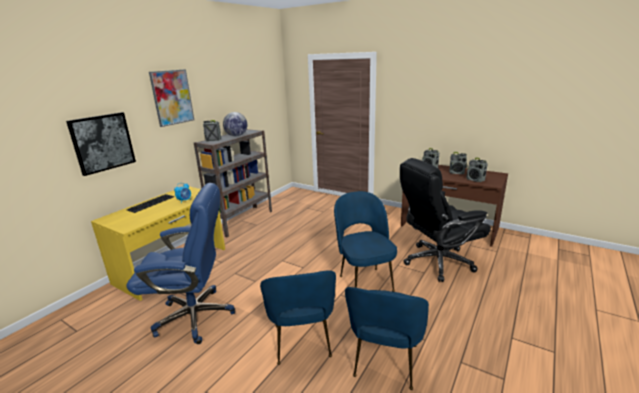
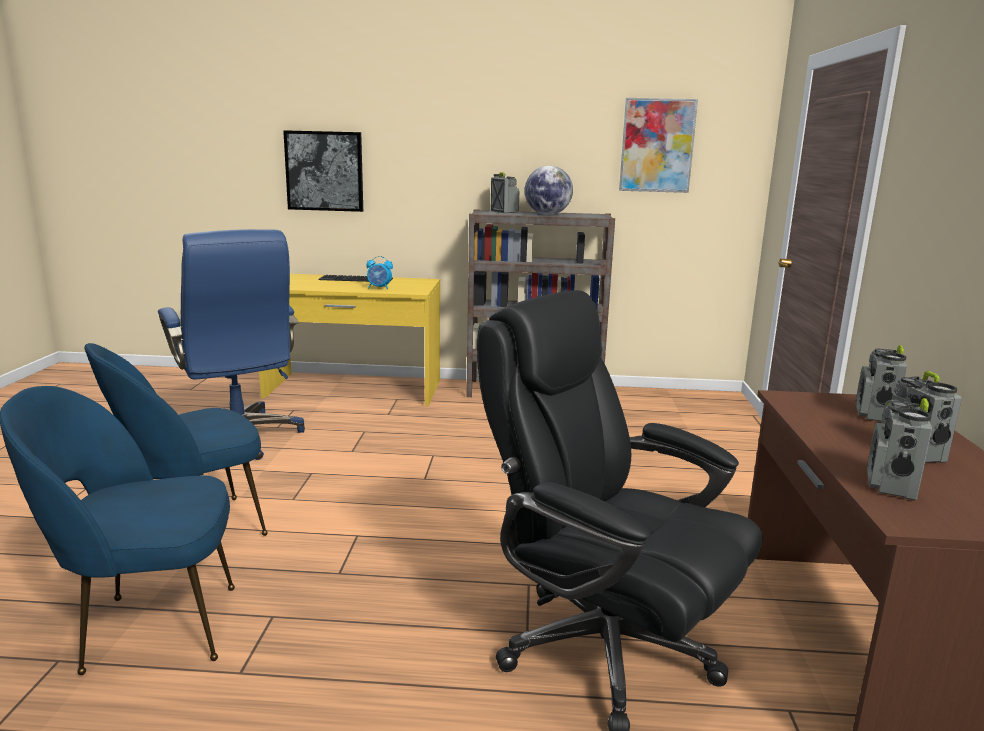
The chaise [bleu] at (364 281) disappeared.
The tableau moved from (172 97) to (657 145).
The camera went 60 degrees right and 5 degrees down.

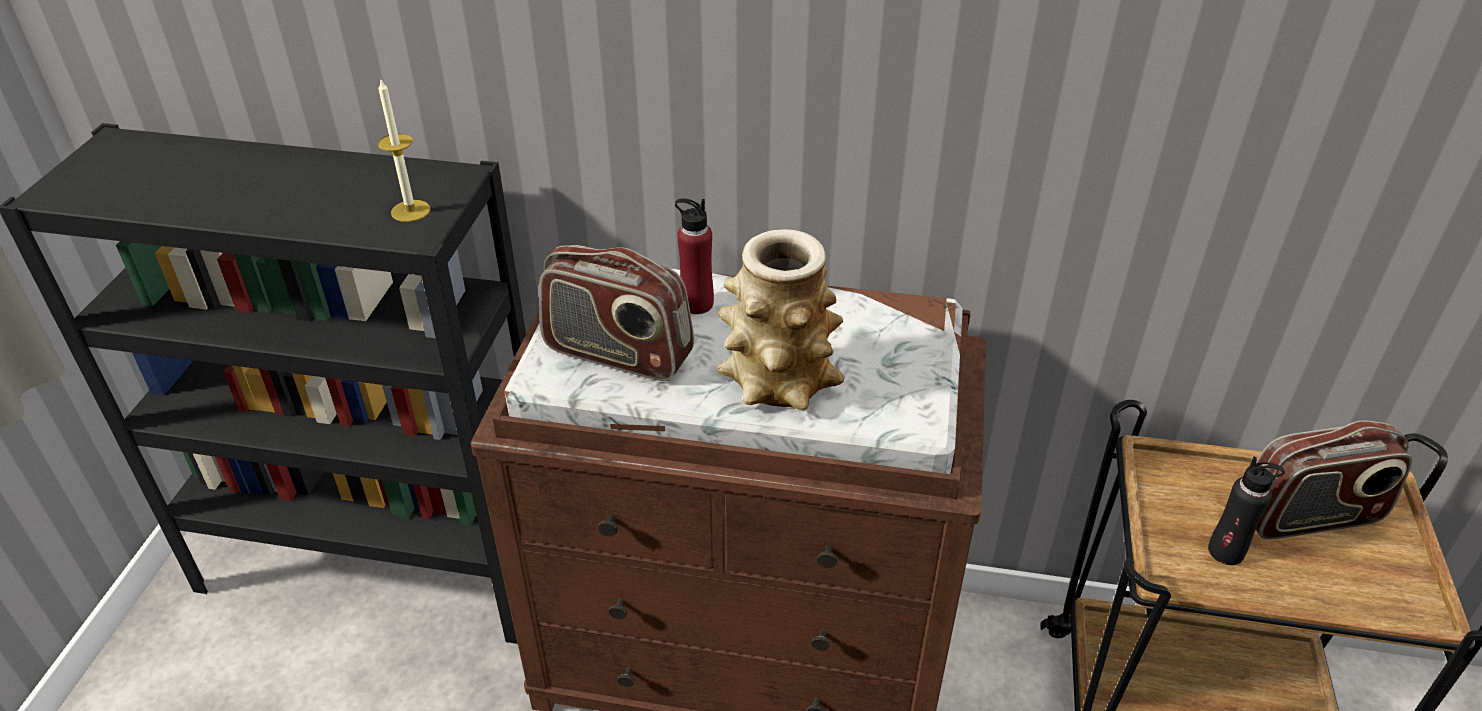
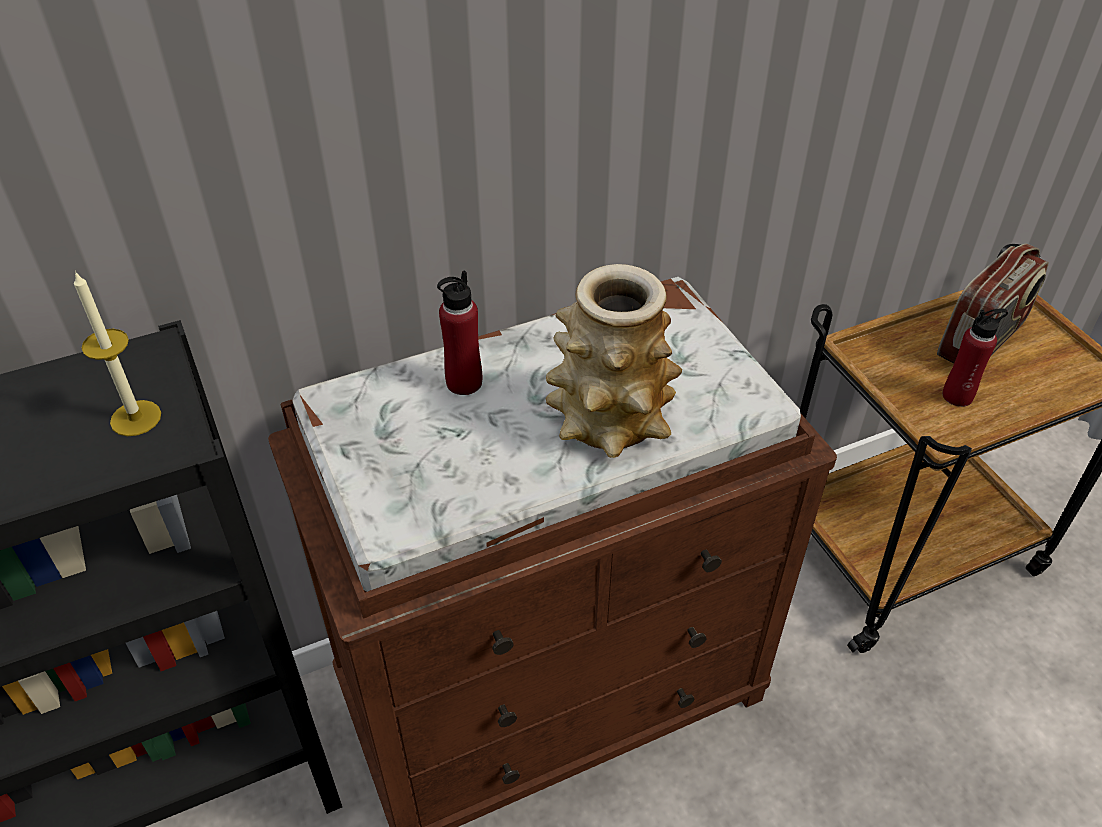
The radio at (617 353) disappeared.
The bouteille [noir] at (1226 551) became the bouteille [rouge] at (957 396).
The camera went 35 degrees left and 5 degrees up.

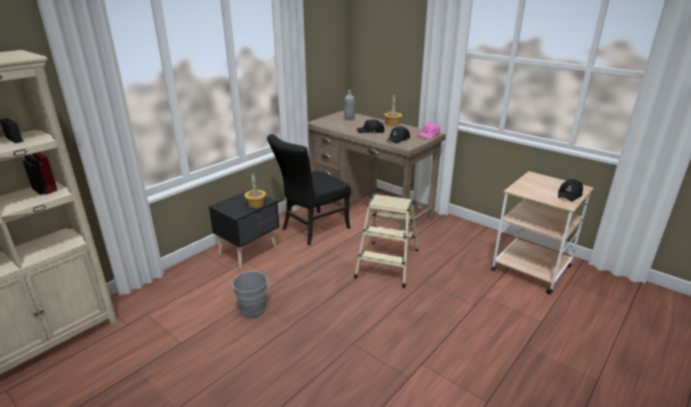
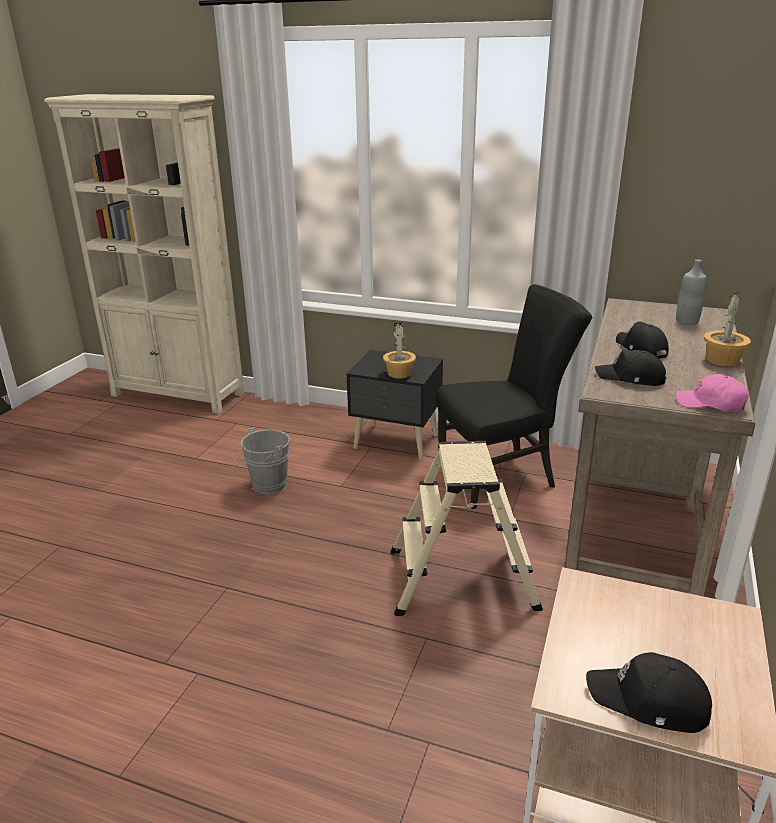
The chaise [noir] at (312 229) turned 135 degrees clockwise.
The camera went 70 degrees right and 0 degrees up.

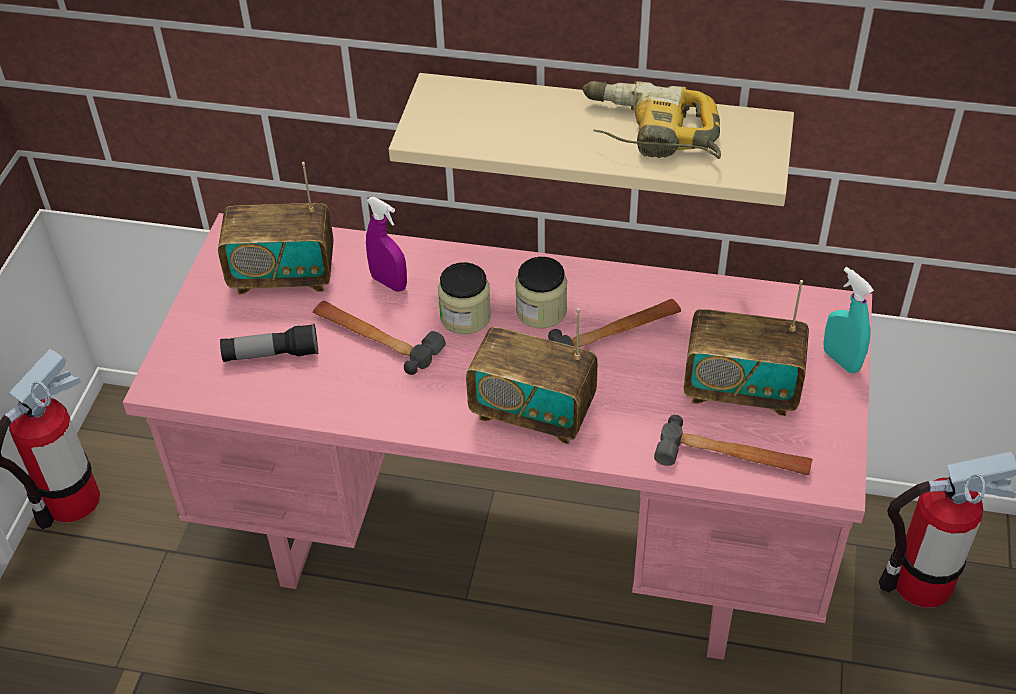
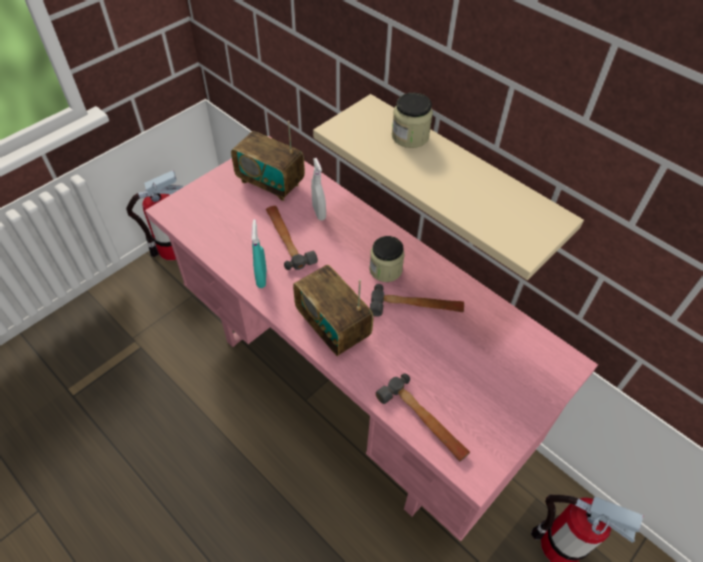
The lampe de poche at (271 355) disappeared.
The perceuse at (649 133) disappeared.
The radio at (741 390) disappeared.
The bocal moved from (465 317) to (410 136).
The vaporisateur [turquoise] moved from (841 360) to (261 278).
The vaporisateur [violet] at (389 282) became the vaporisateur [blanc] at (319 212).
The camera went 30 degrees right and 5 degrees up.

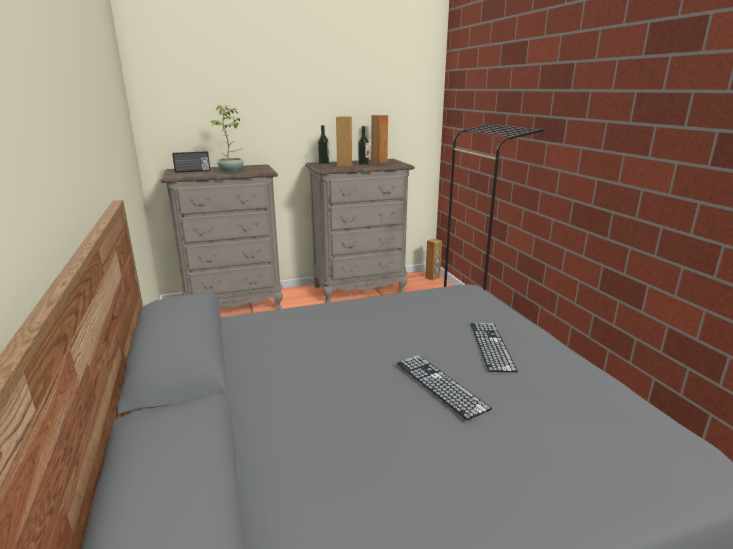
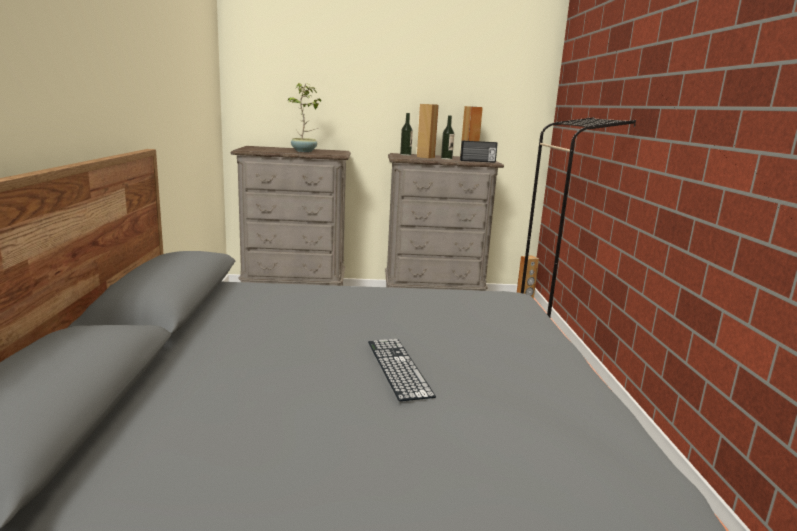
The clavier at (491 346) disappeared.
The radio moved from (192 171) to (477 161).
The camera went 15 degrees right and 5 degrees down.

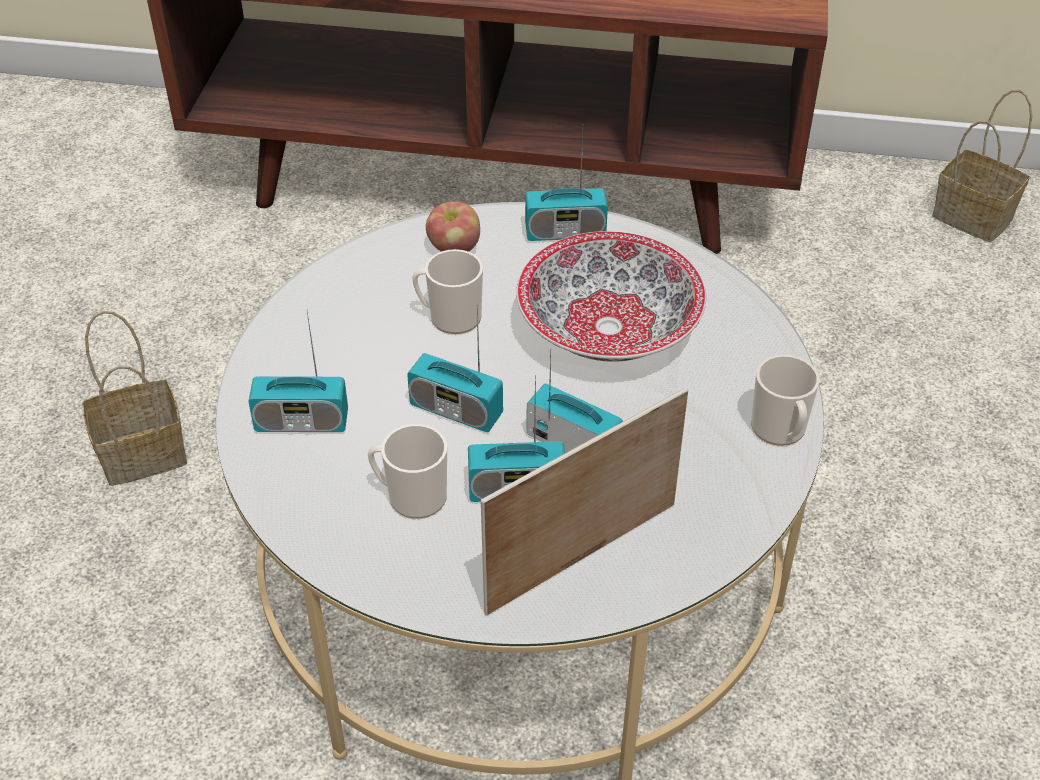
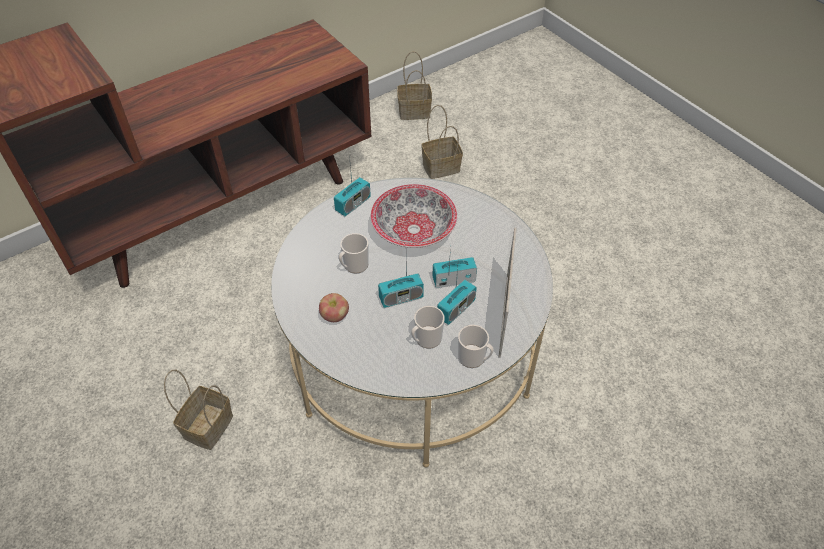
The radio at (302 422) disappeared.
The panier at (442 167) appeared.
The pomme moved from (454 248) to (335 316).
The mug moved from (780 431) to (474 358).
The camera went 45 degrees left and 5 degrees up.

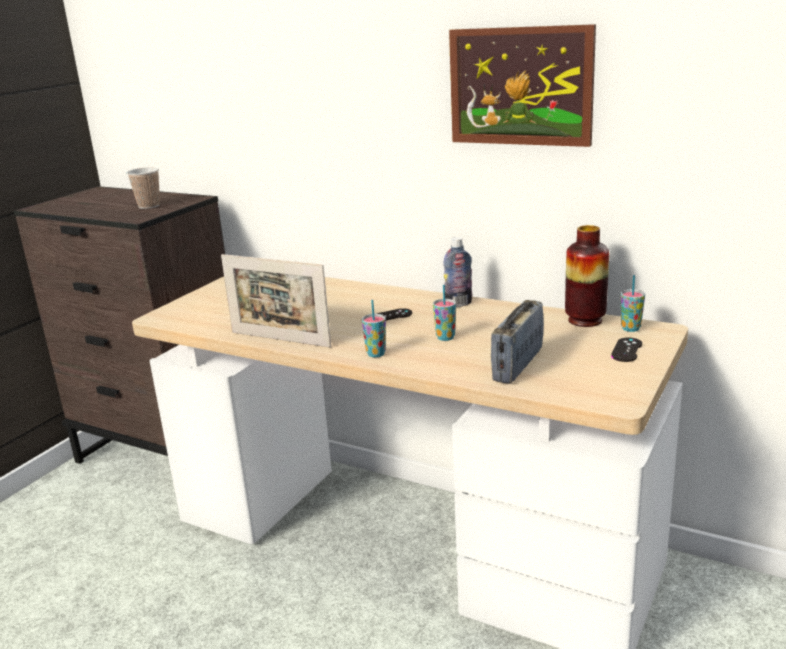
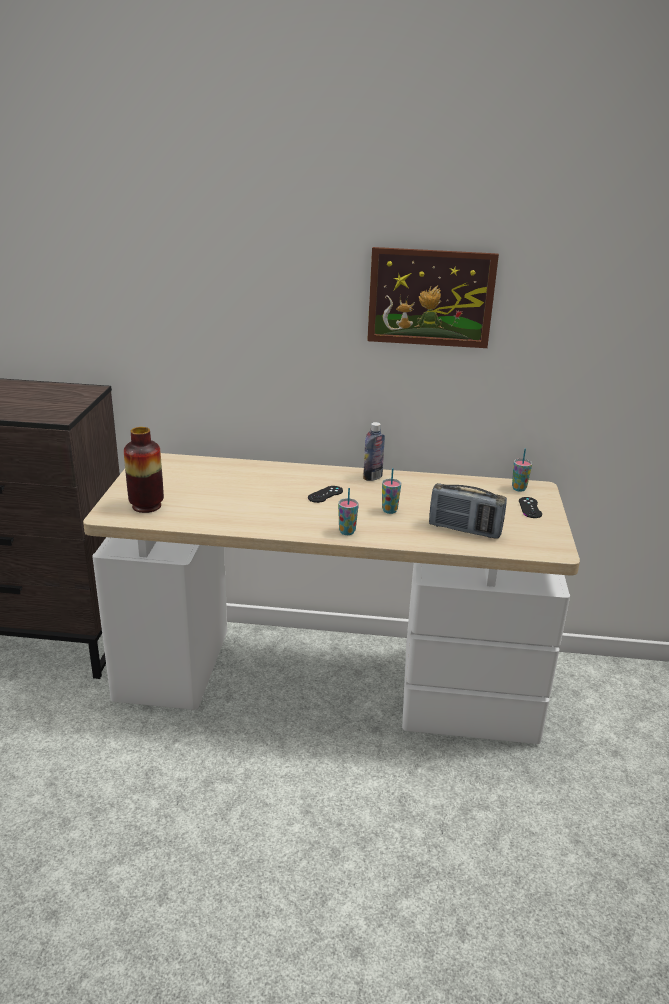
The tasse at (149 206) disappeared.
The cadre photo at (280 339) disappeared.
The vase moved from (585 320) to (146 506).
The radio at (517 365) turned 75 degrees counterclockwise.
The camera went 25 degrees left and 5 degrees up.

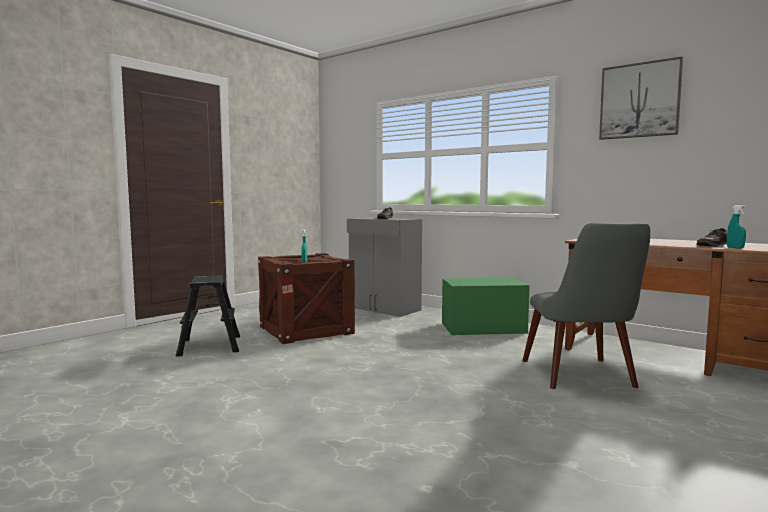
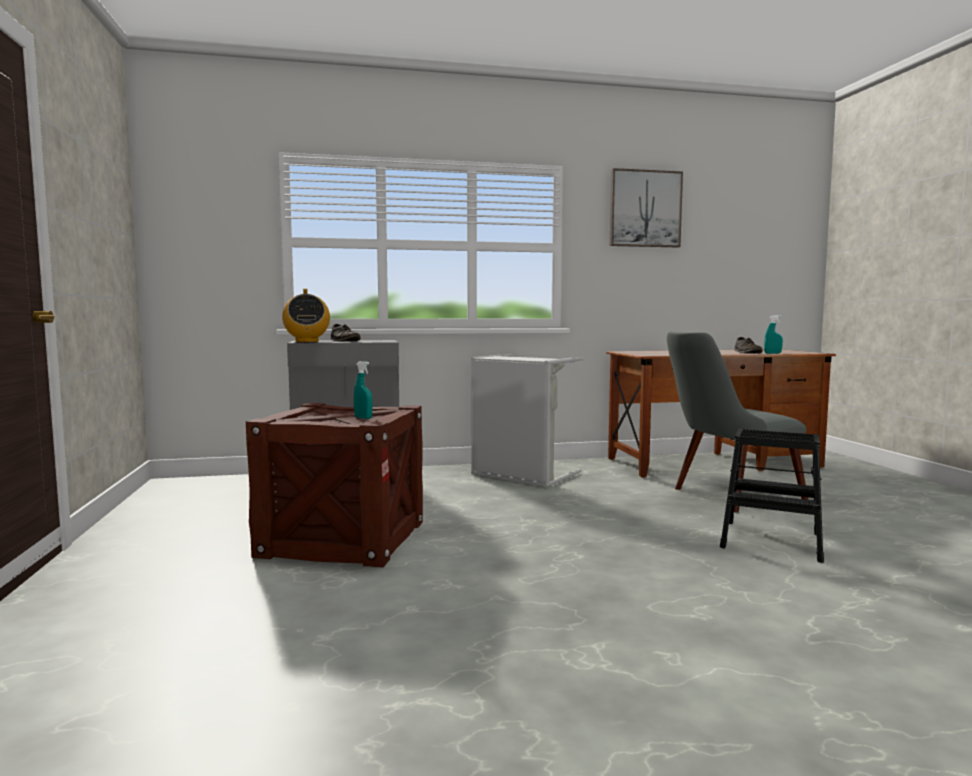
The radio at (306 342) appeared.
The escabeau [noir] moved from (210 346) to (772 540).
The boîte de rangement [vert] at (482 328) was replaced by the panier à linge [gris] at (520 476).
The chaise [gris] at (584 378) turned 120 degrees clockwise.
The camera went 50 degrees left and 0 degrees up.

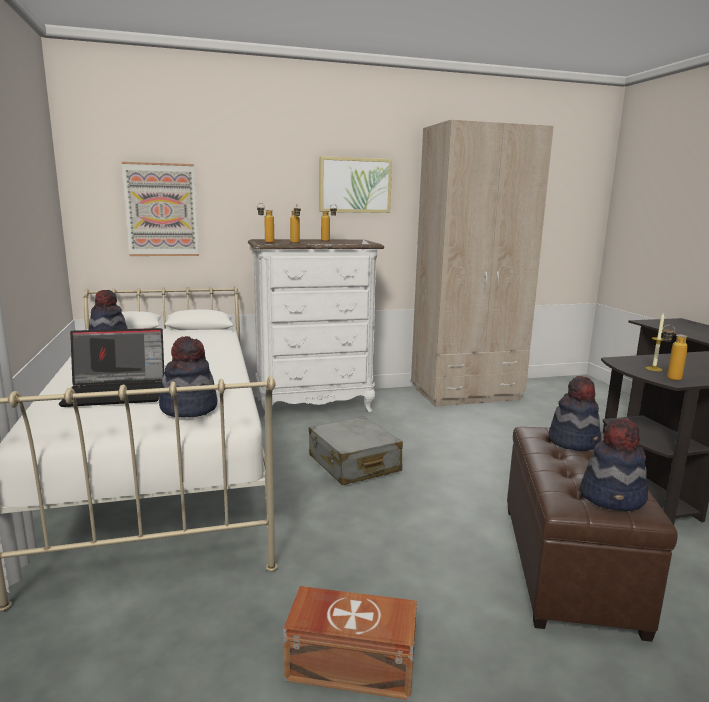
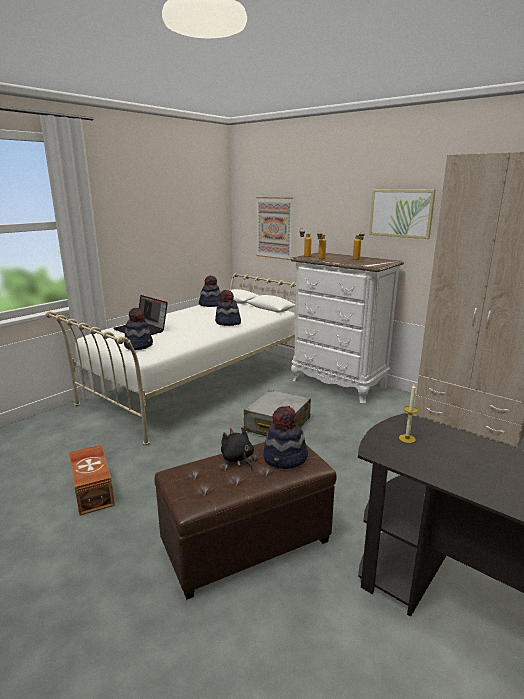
The bouteille at (667 378) disappeared.
The peluche [noir] at (238 459) appeared.
The chapeau moved from (613 497) to (228 323).
The camera went 55 degrees right and 5 degrees up.

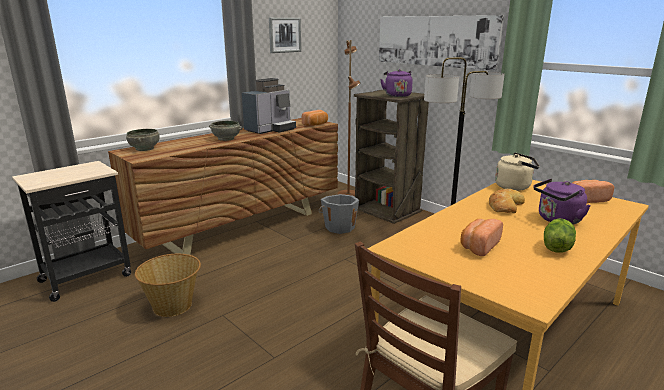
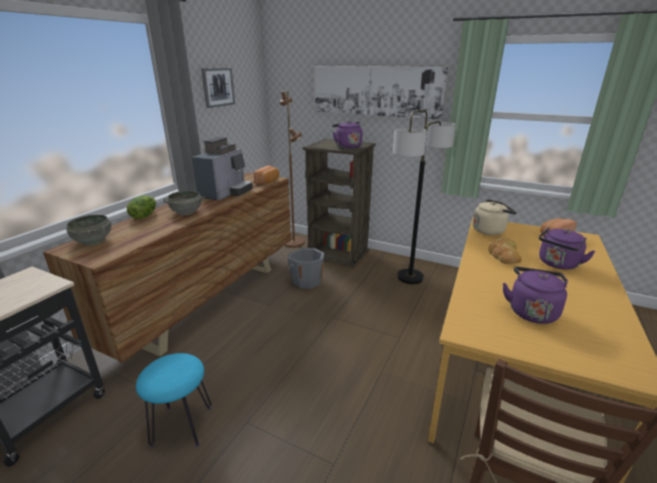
The laitue moved from (556 247) to (144 216).
The panier at (173 306) was replaced by the tabouret [turquoise] at (182 426).
The pain at (478 246) was replaced by the bouilloire [violet] at (531 311).
The camera went 20 degrees left and 5 degrees up.

